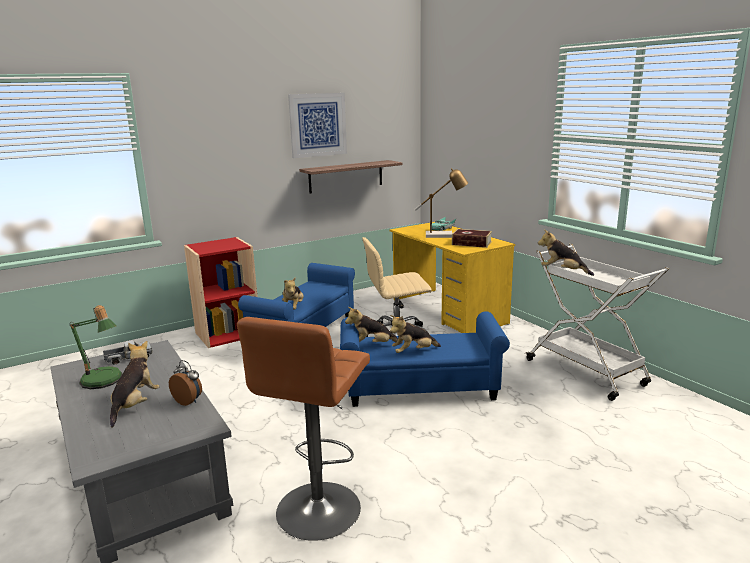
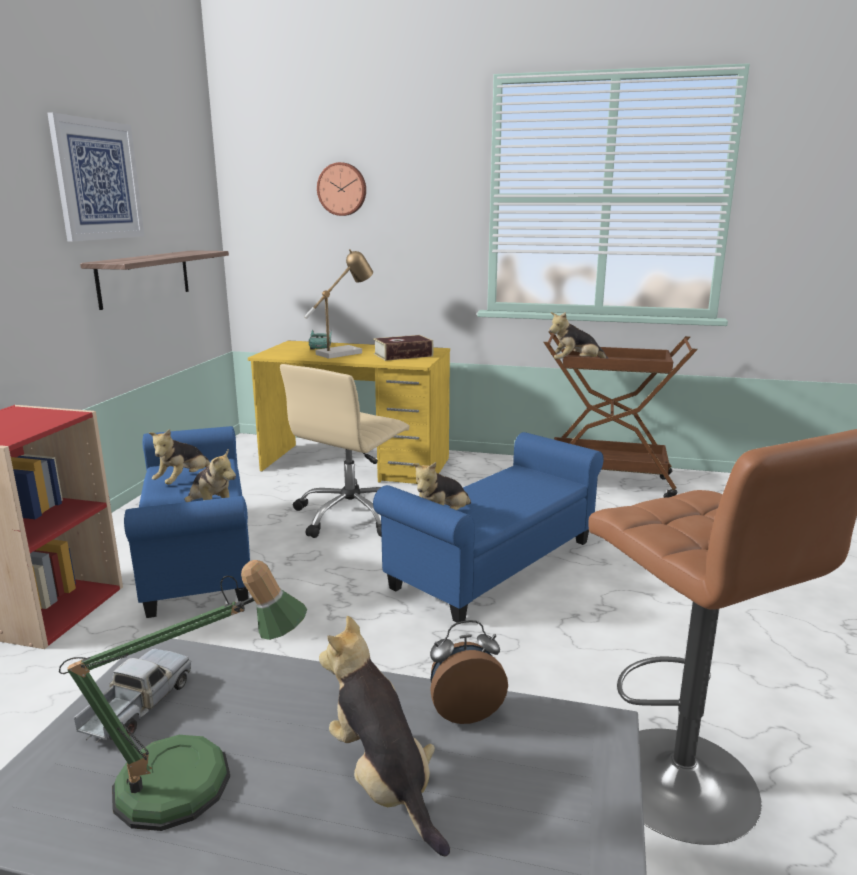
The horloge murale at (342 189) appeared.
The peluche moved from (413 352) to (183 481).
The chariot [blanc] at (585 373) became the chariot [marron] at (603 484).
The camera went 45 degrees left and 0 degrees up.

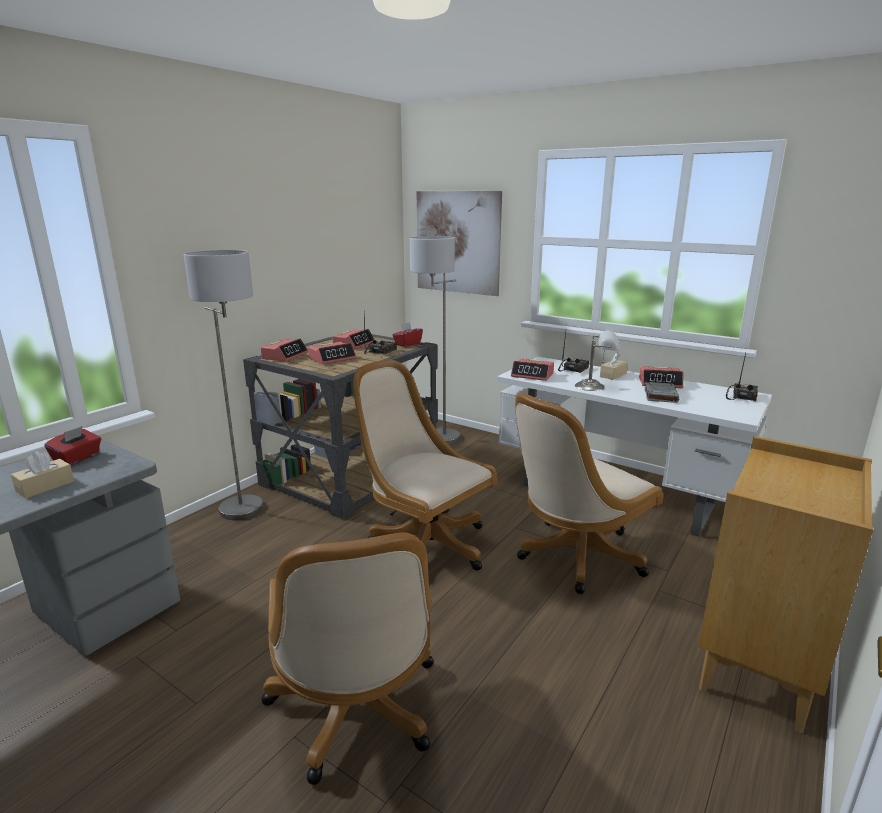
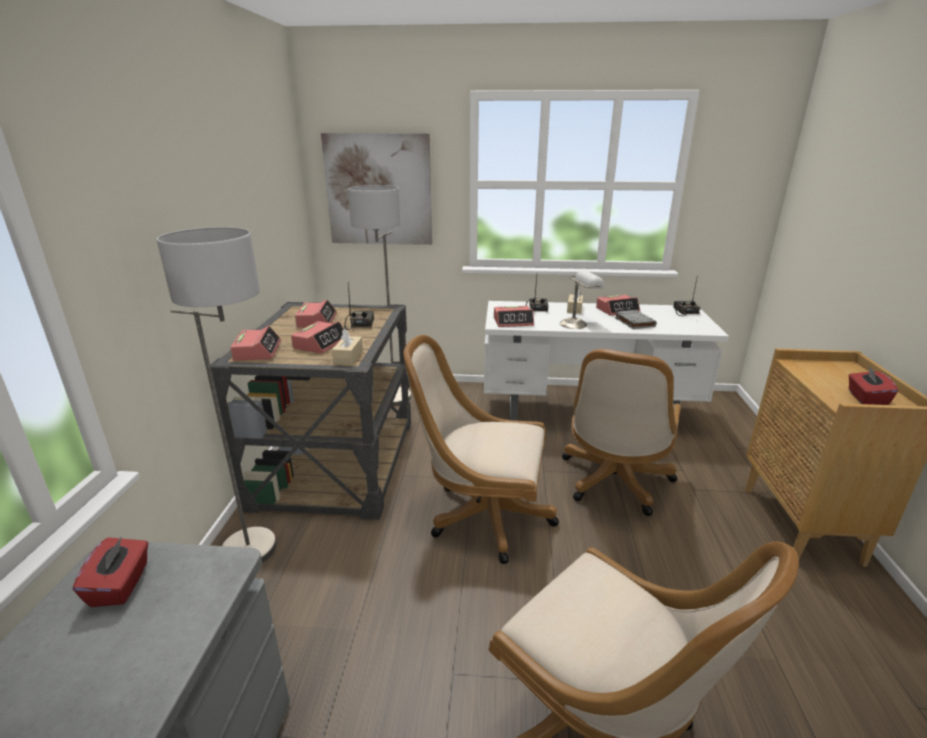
The boîte à mouchoirs [beige] moved from (45 486) to (348 357).
The boîte à mouchoirs [rouge] moved from (407 344) to (865 399).
The camera went 30 degrees left and 5 degrees up.

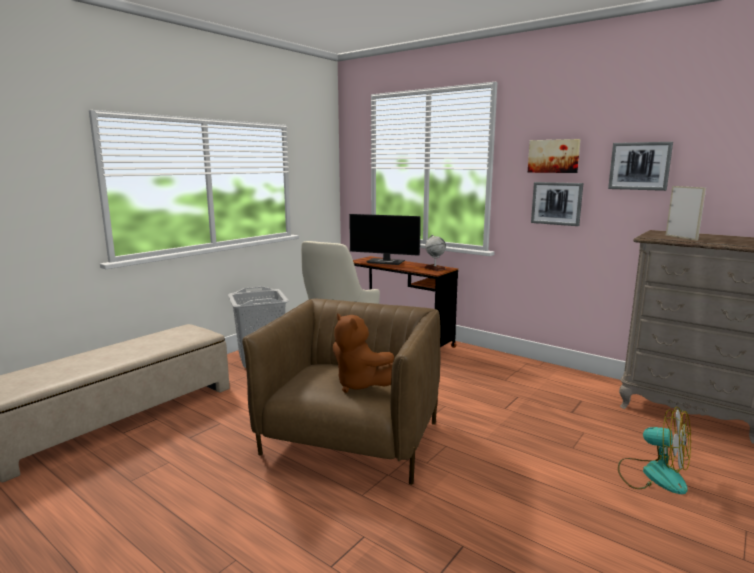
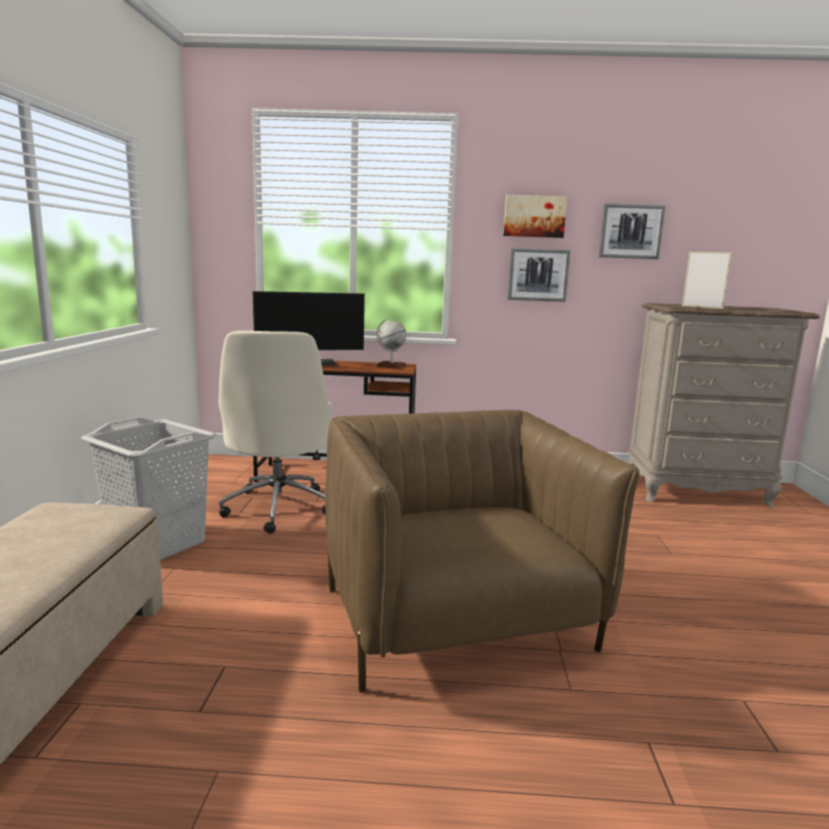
The peluche [marron] at (361 385) disappeared.
The ventilateur at (653 475) disappeared.
The camera went 35 degrees left and 0 degrees up.

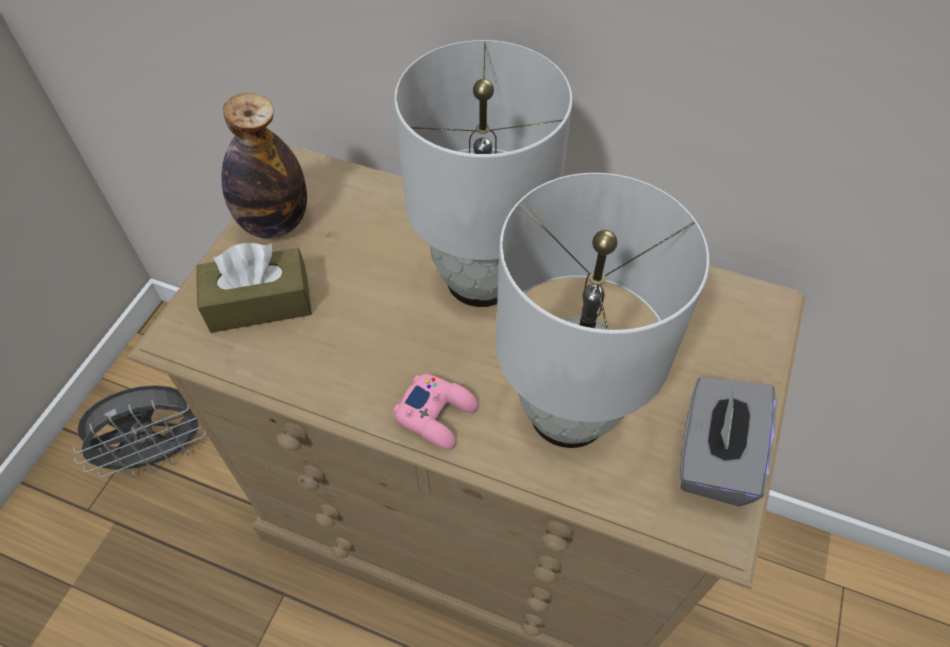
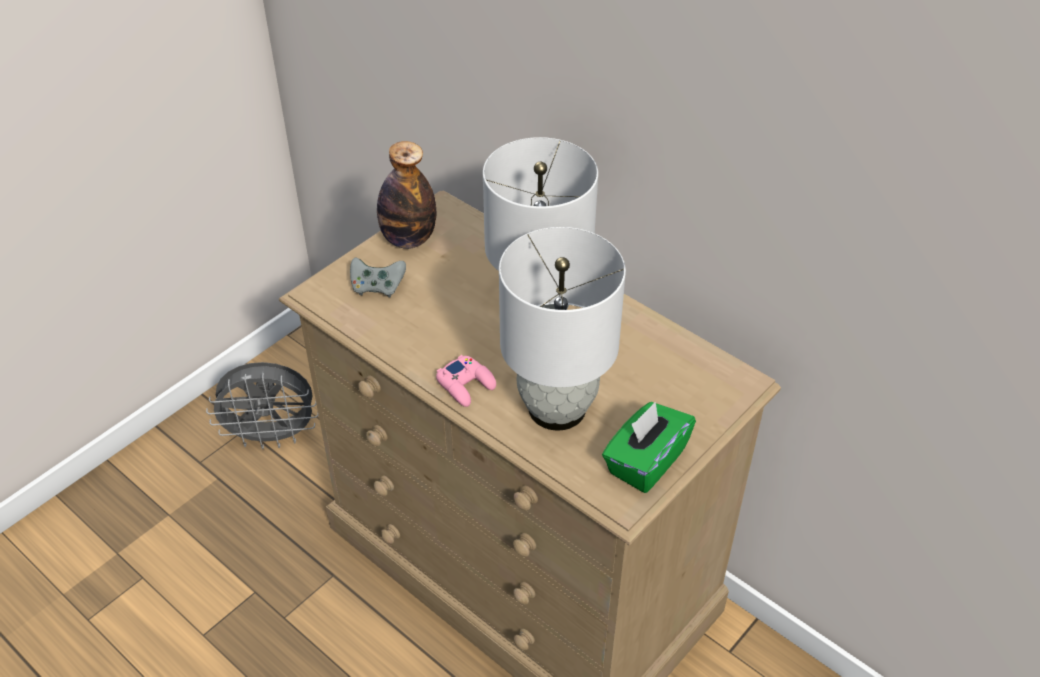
The boîte à mouchoirs [marron] at (259 303) was replaced by the manette [gris] at (377 287).
The boîte à mouchoirs [gris] at (713 456) became the boîte à mouchoirs [vert] at (645 462).
The camera went 20 degrees right and 10 degrees down.

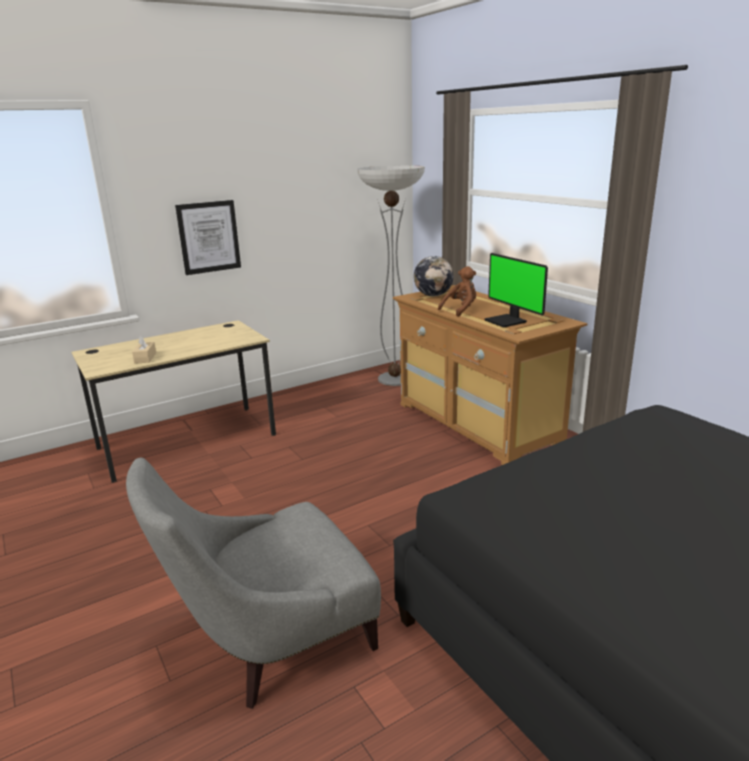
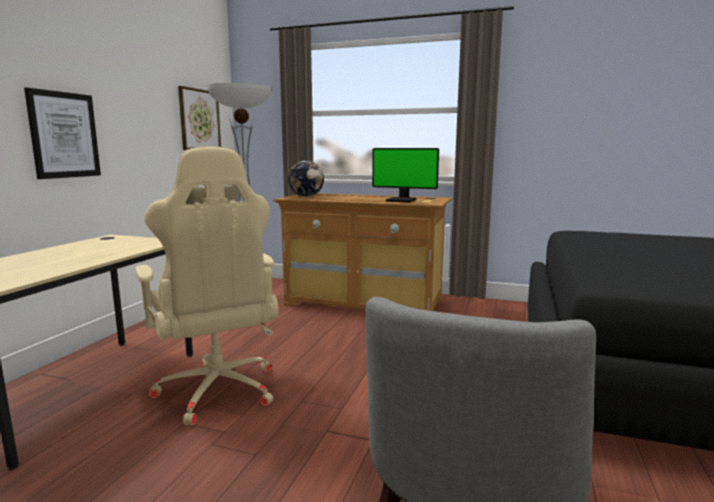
The boîte à mouchoirs [beige] at (145 358) disappeared.
The peluche [marron] at (460 310) disappeared.
The chaise de bureau [beige] at (217 389) appeared.
The tableau at (199 120) appeared.
The camera went 40 degrees left and 10 degrees down.

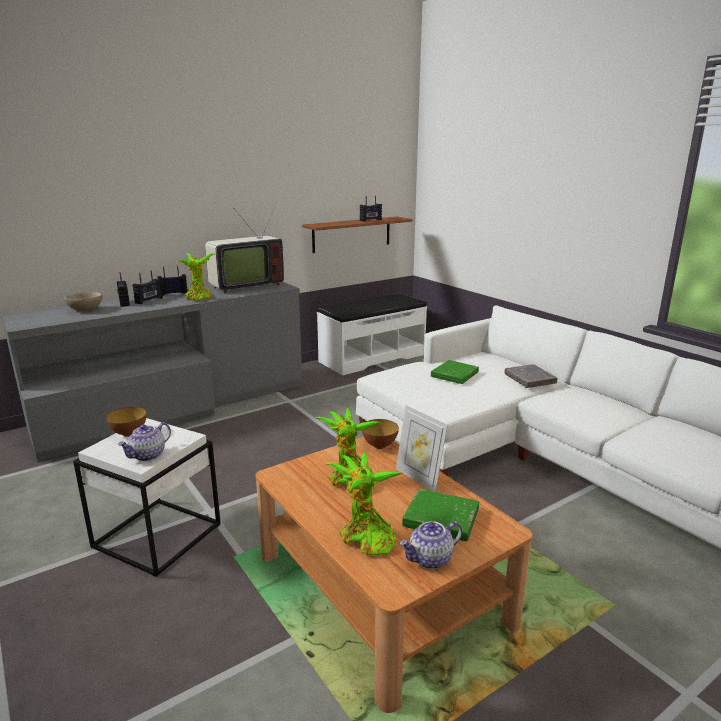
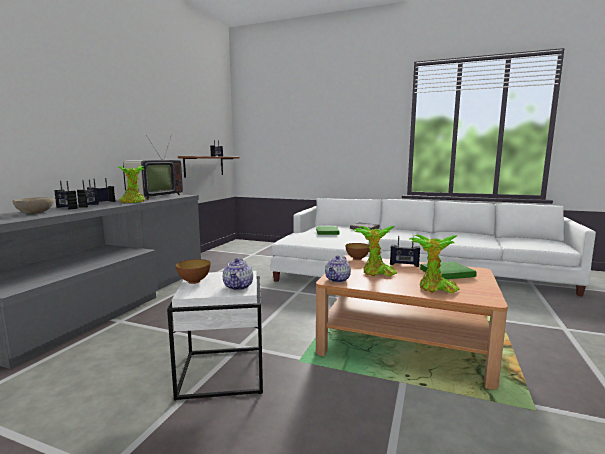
The banc [blanc] at (372 358) disappeared.
The théière moved from (430 559) to (337 280).
The cadre photo at (419 478) was replaced by the radio at (404 264).
The camera went 35 degrees left and 10 degrees down.

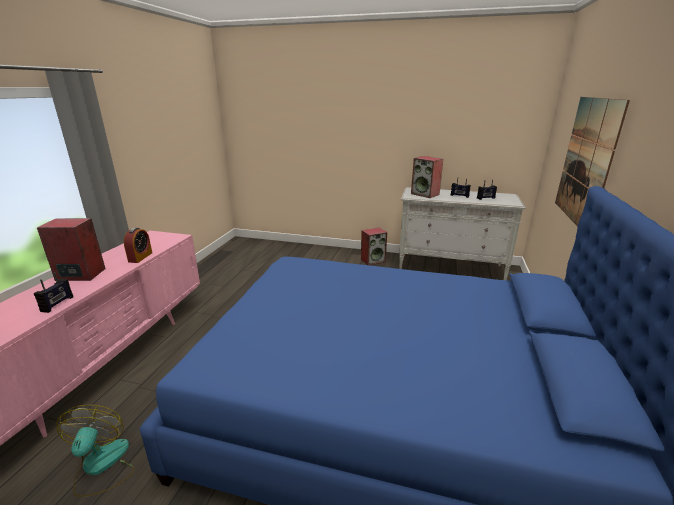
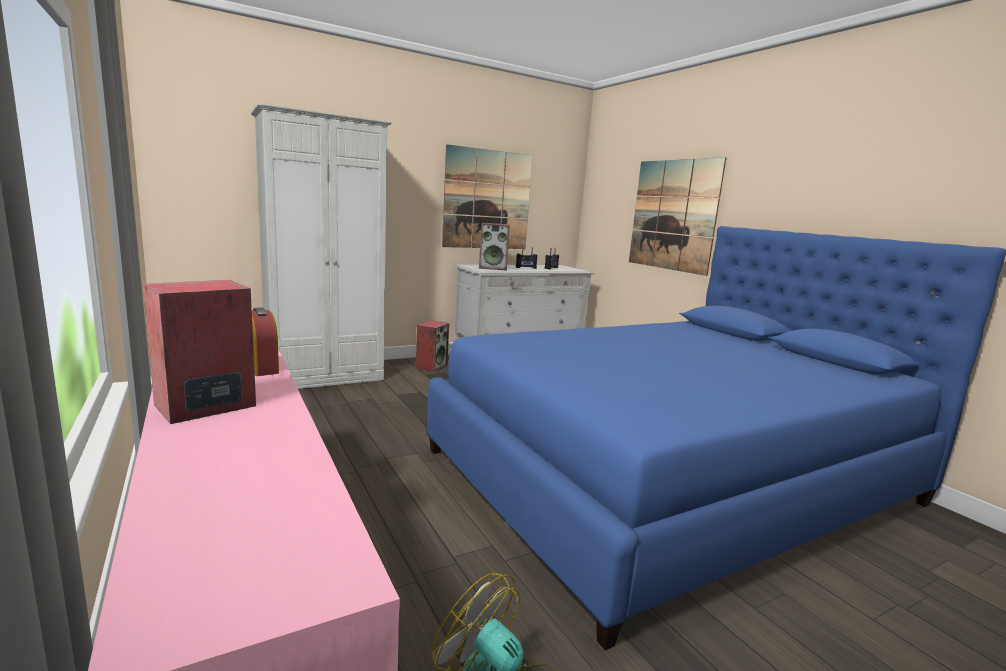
The radio at (58 304) disappeared.
The armoire [blanc] at (324 376) appeared.
The tableau at (487 200) appeared.
The camera went 45 degrees left and 10 degrees down.

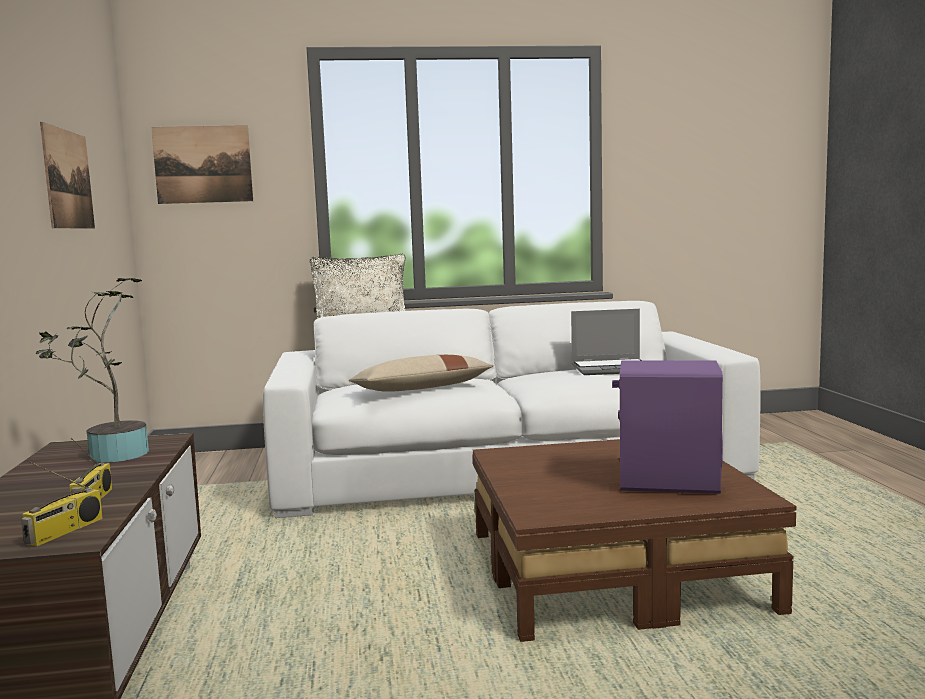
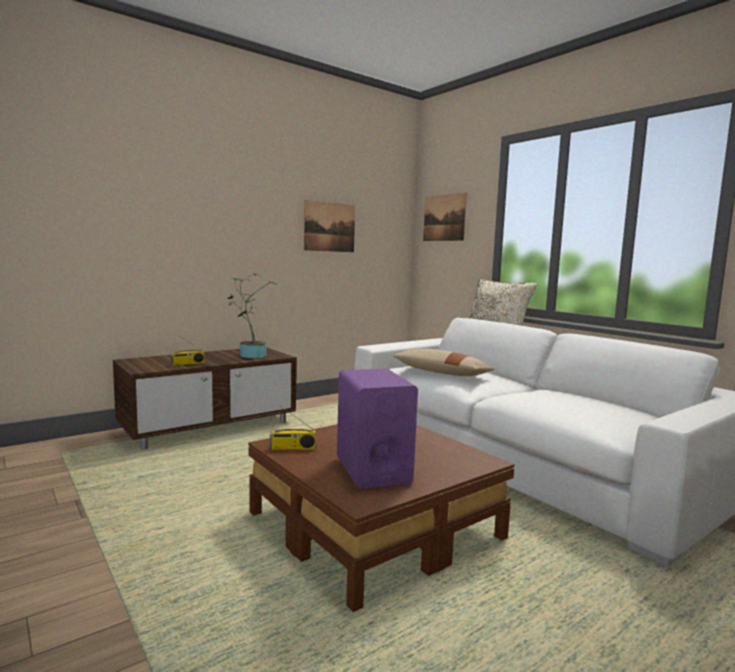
The ordinateur portable at (612 369) disappeared.
The radio moved from (65 532) to (292 448).
The camera went 60 degrees right and 0 degrees up.

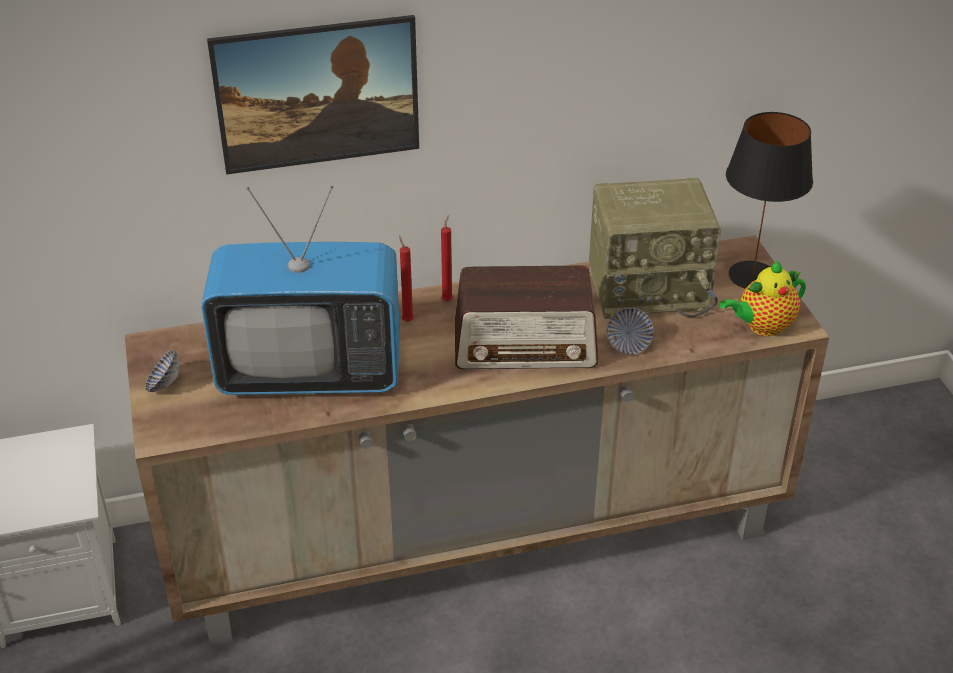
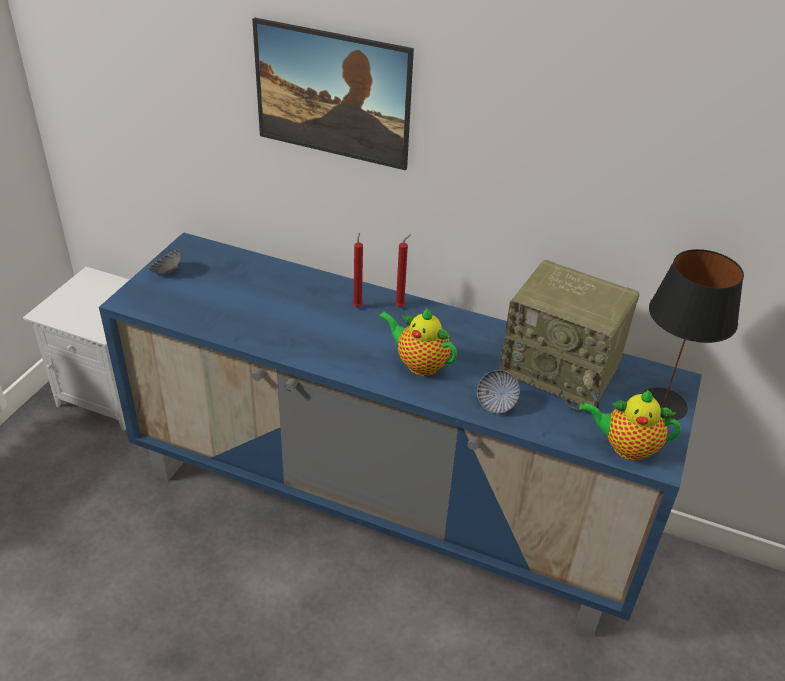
The téléviseur at (311 372) disappeared.
The radio at (526 345) was replaced by the théière at (419 364).
The meuble télé [marron] at (478 529) became the meuble télé [bleu] at (386 500).
The camera went 35 degrees right and 0 degrees up.

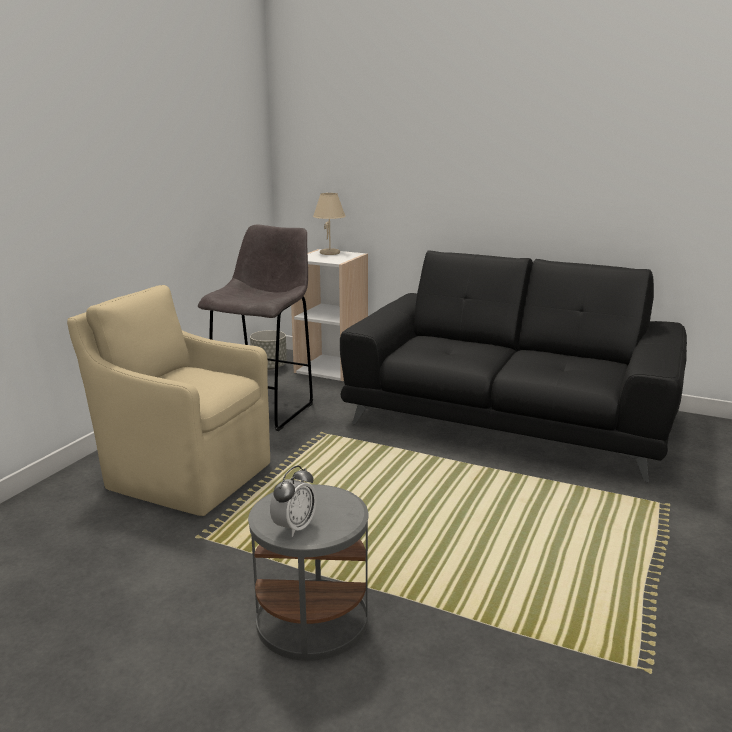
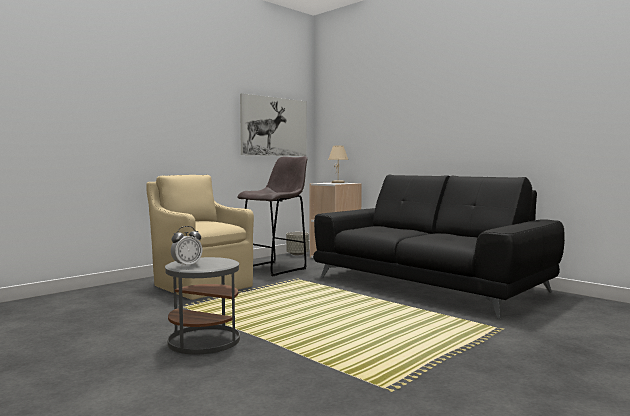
The tableau at (274 126) appeared.
The camera went 20 degrees right and 15 degrees down.

